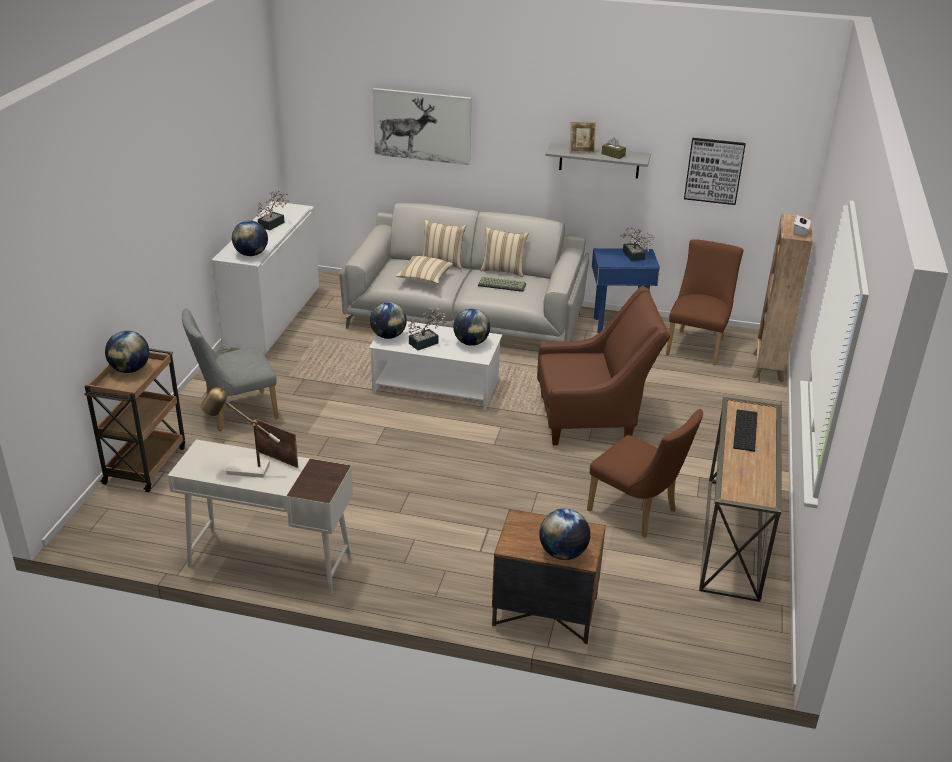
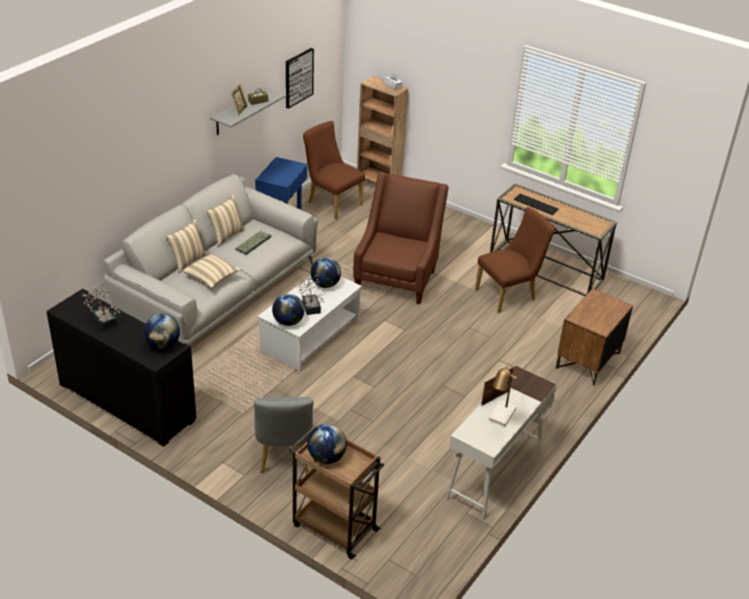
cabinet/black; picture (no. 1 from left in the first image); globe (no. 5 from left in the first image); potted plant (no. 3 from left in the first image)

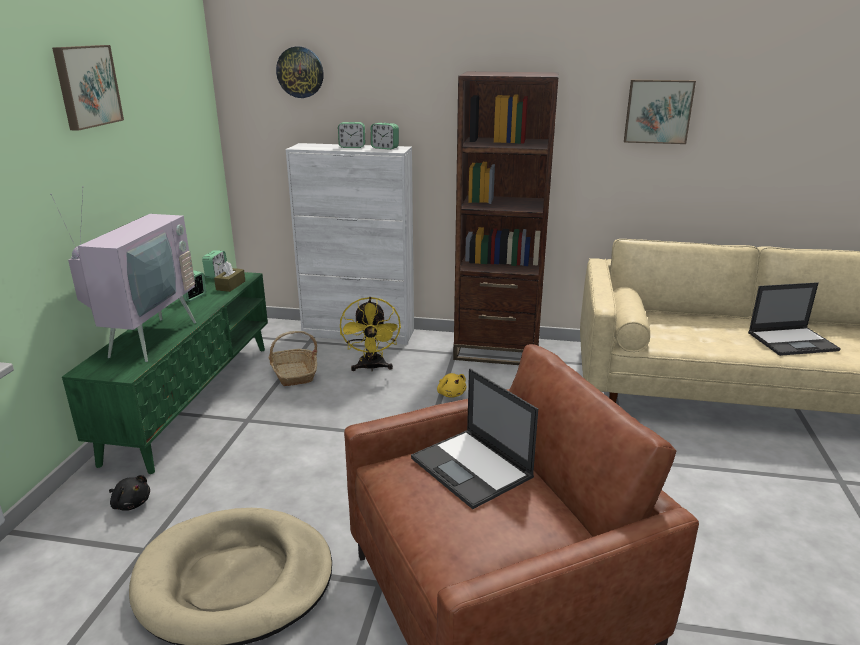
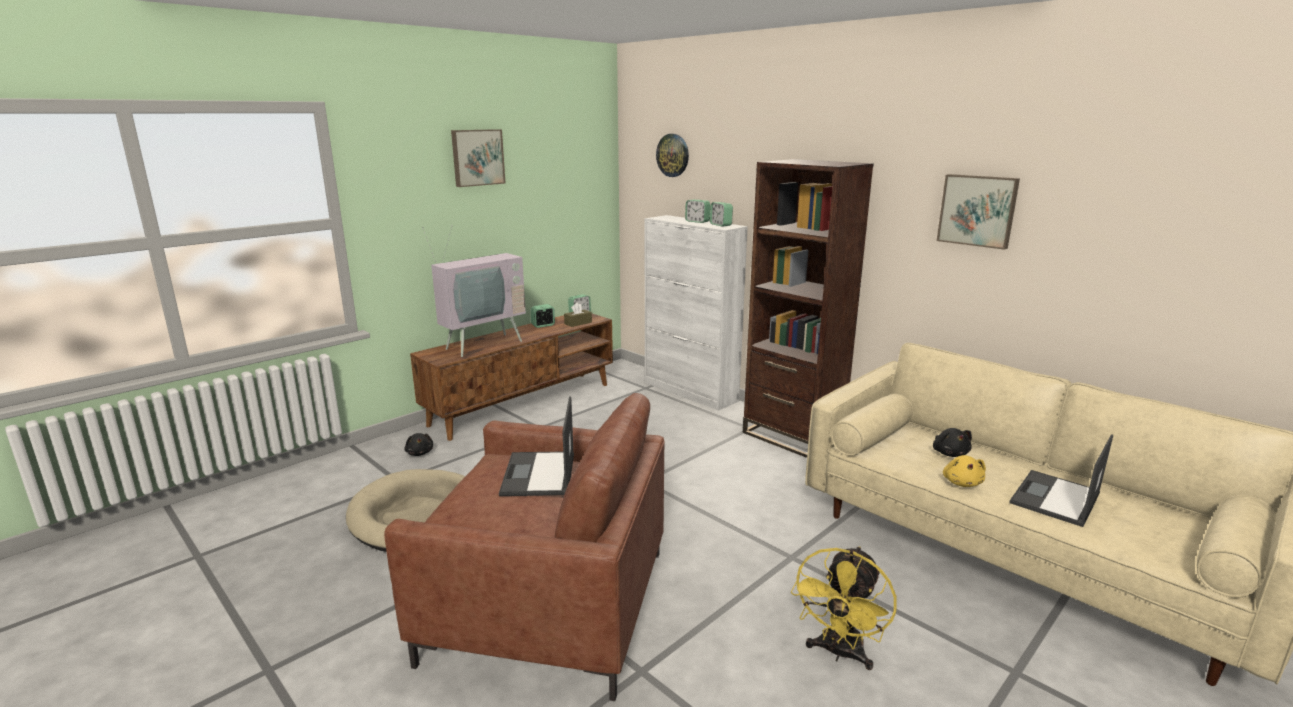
tv stand/brown; fan/yellow; plush toy/black (no. 2 from left); plush toy/yellow; laptop (no. 2 from left); basket

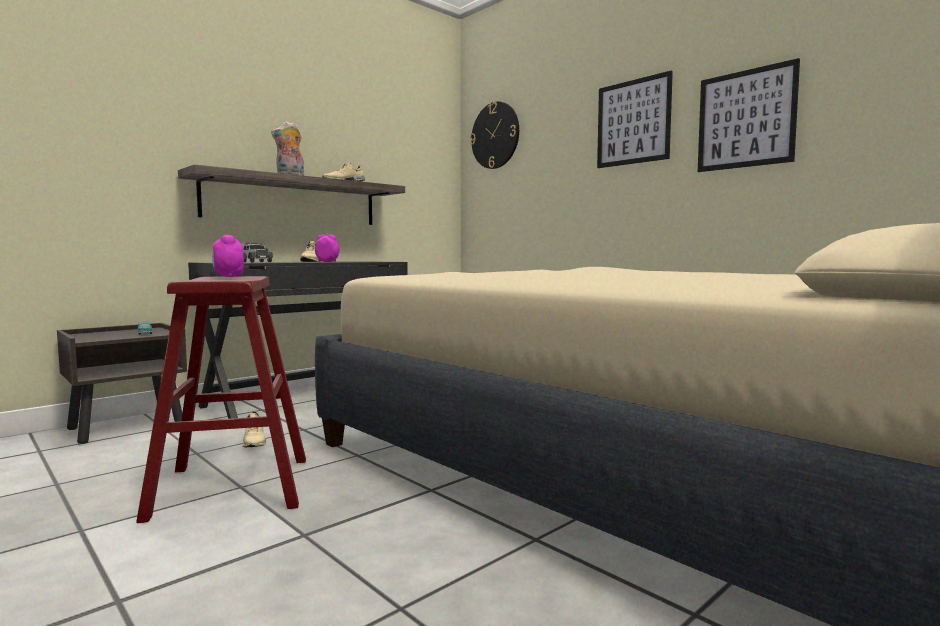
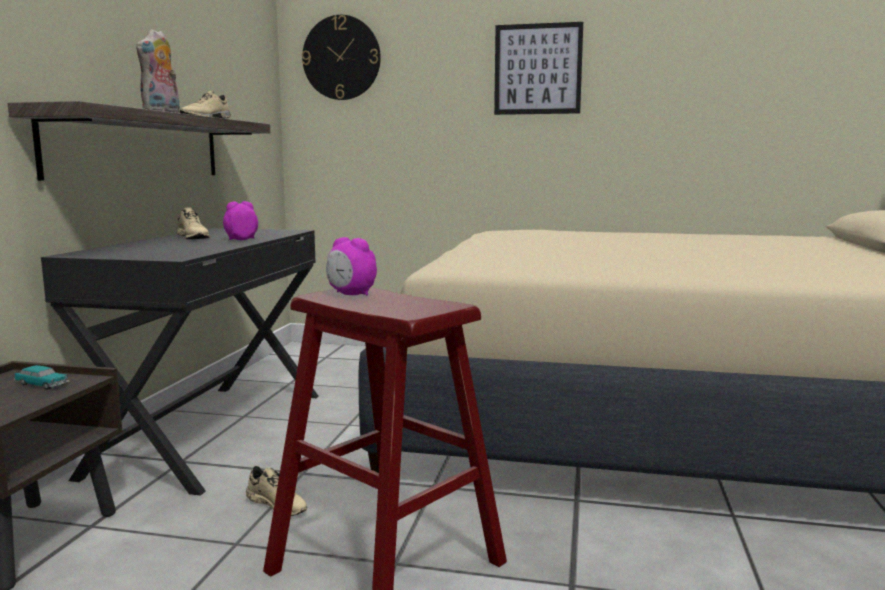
toy car (no. 2 from left in the first image); picture (no. 2 from left in the first image)

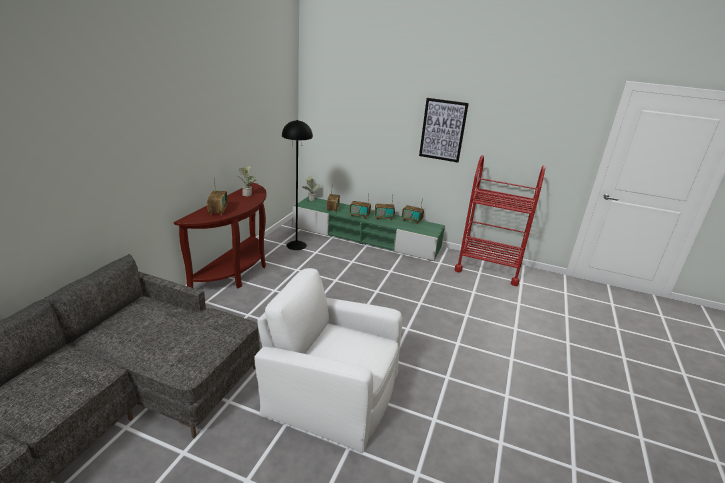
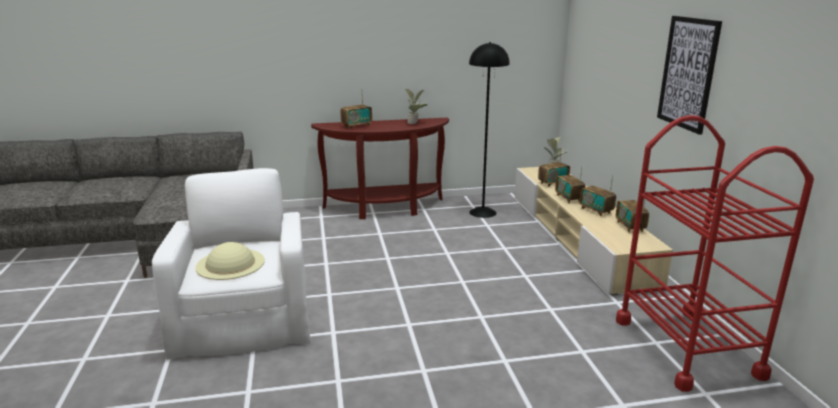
hat/beige; tv stand/beige

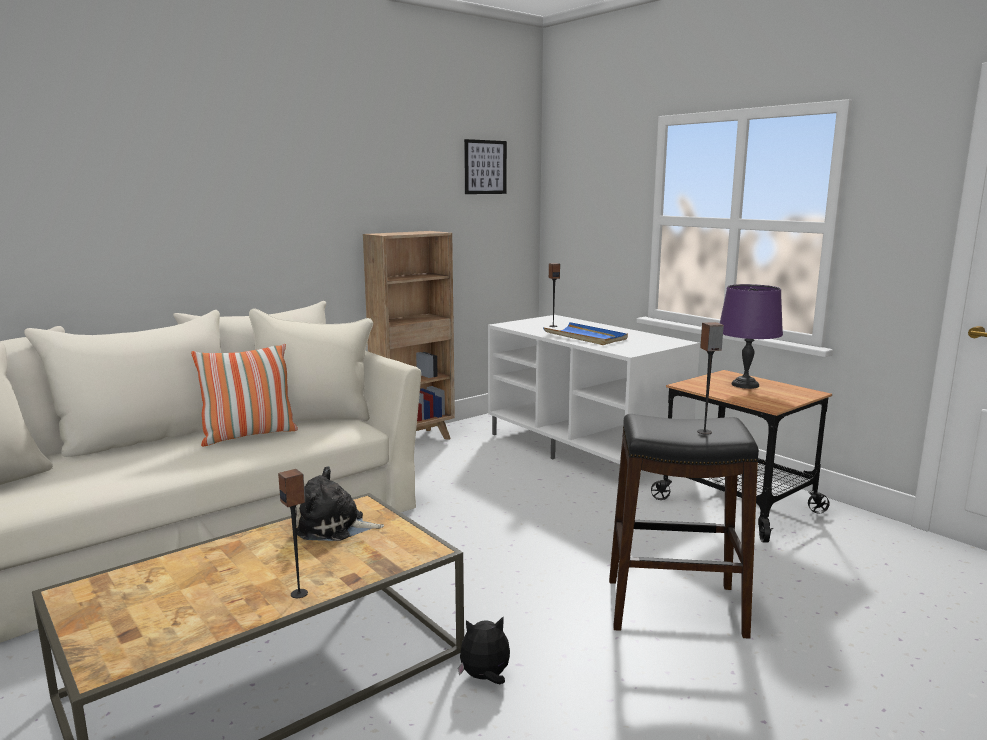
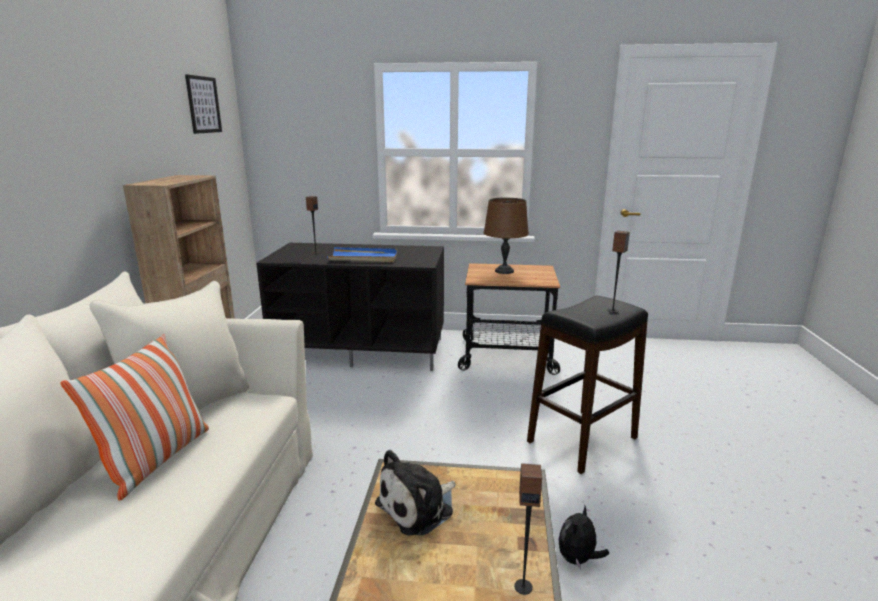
tv stand/black; table lamp/brown

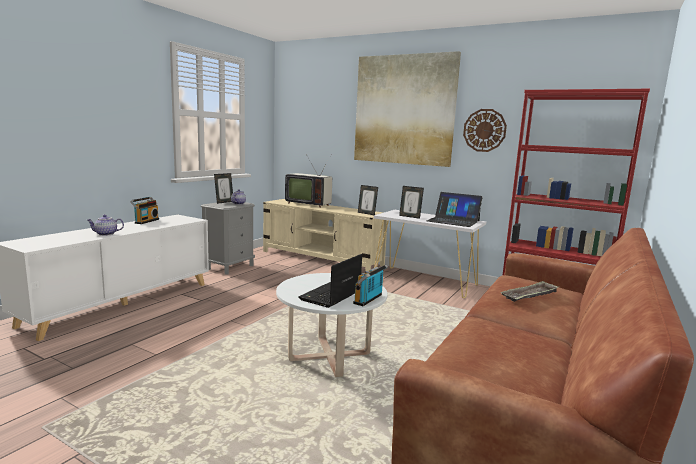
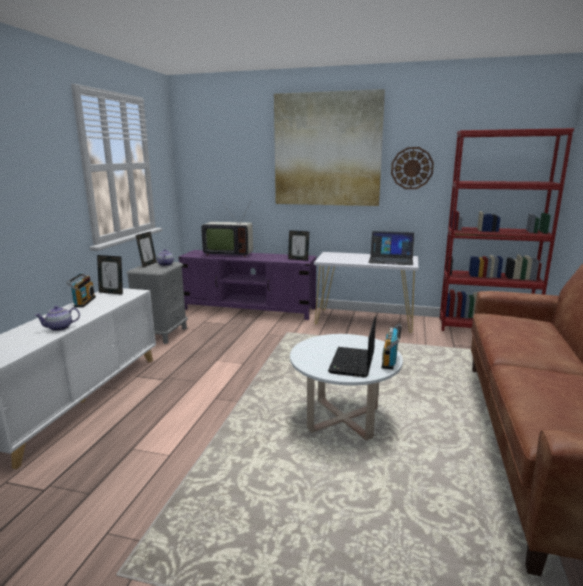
picture frame (no. 1 from left); tv stand/purple; tray

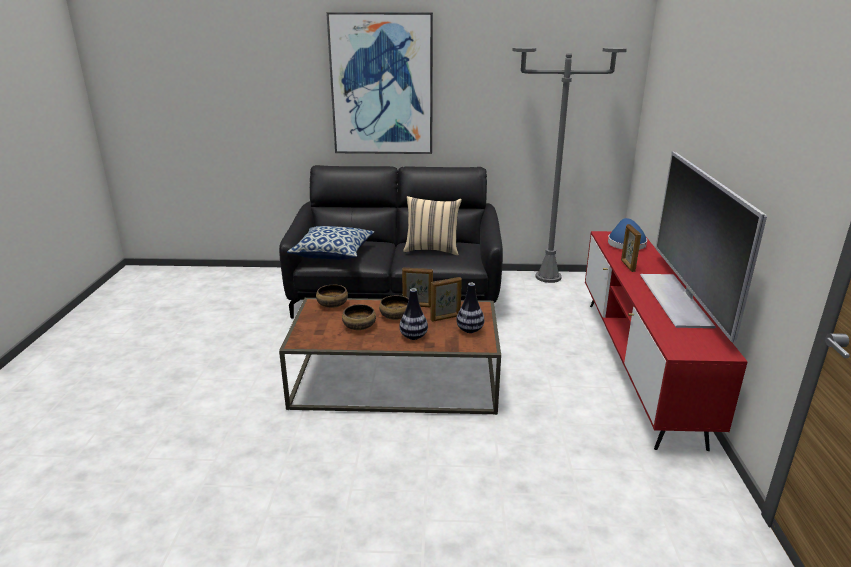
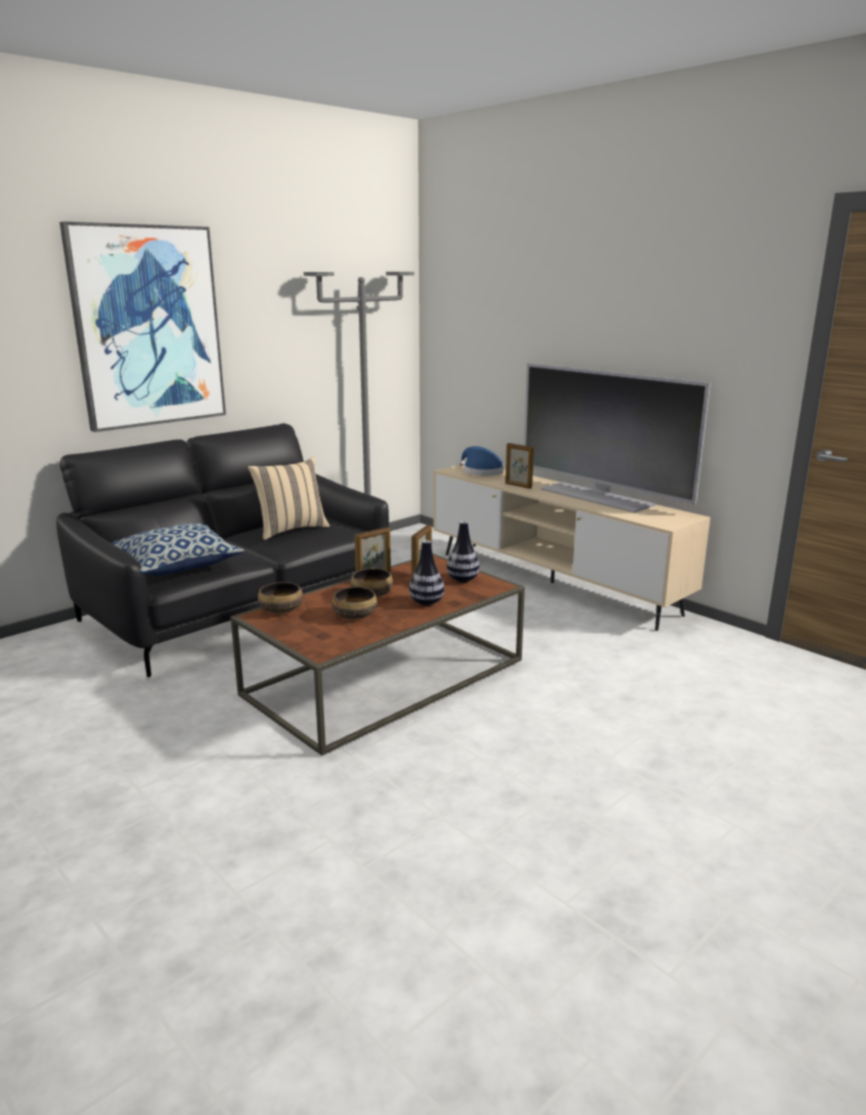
tv stand/beige

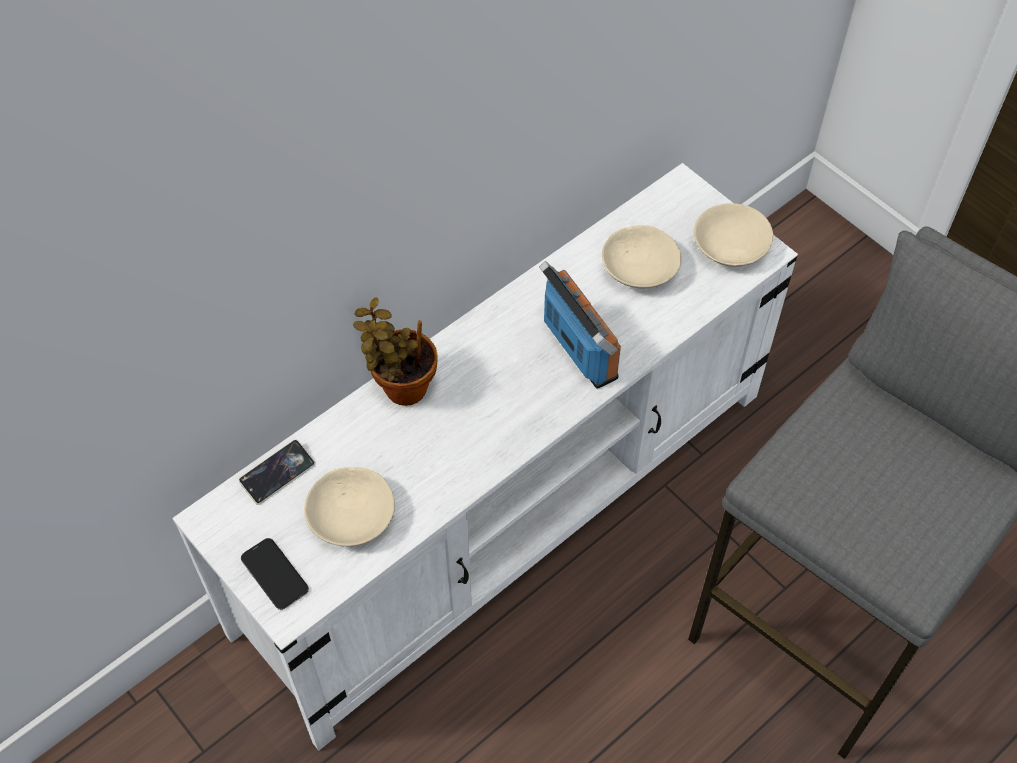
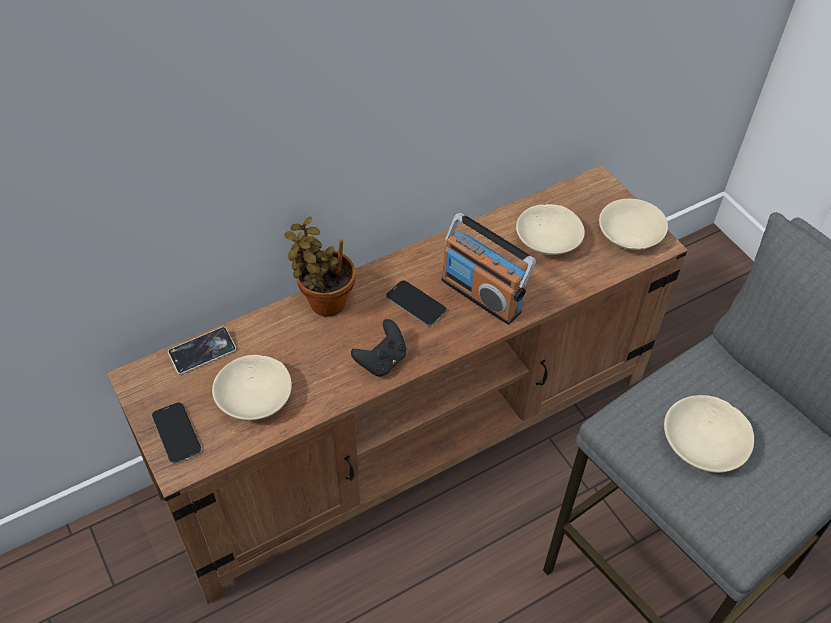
tv stand/brown; game controller/black; phone (no. 3 from left); radio; bowl/beige (no. 4 from left)

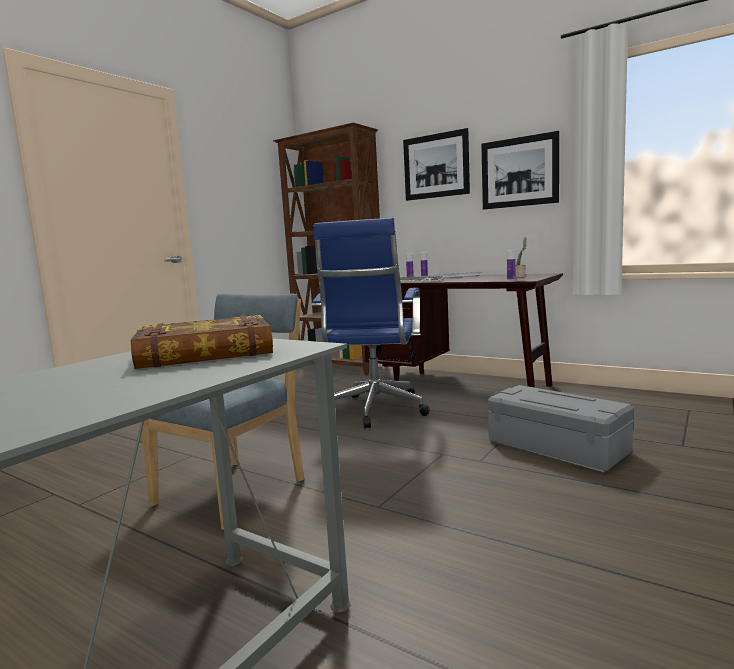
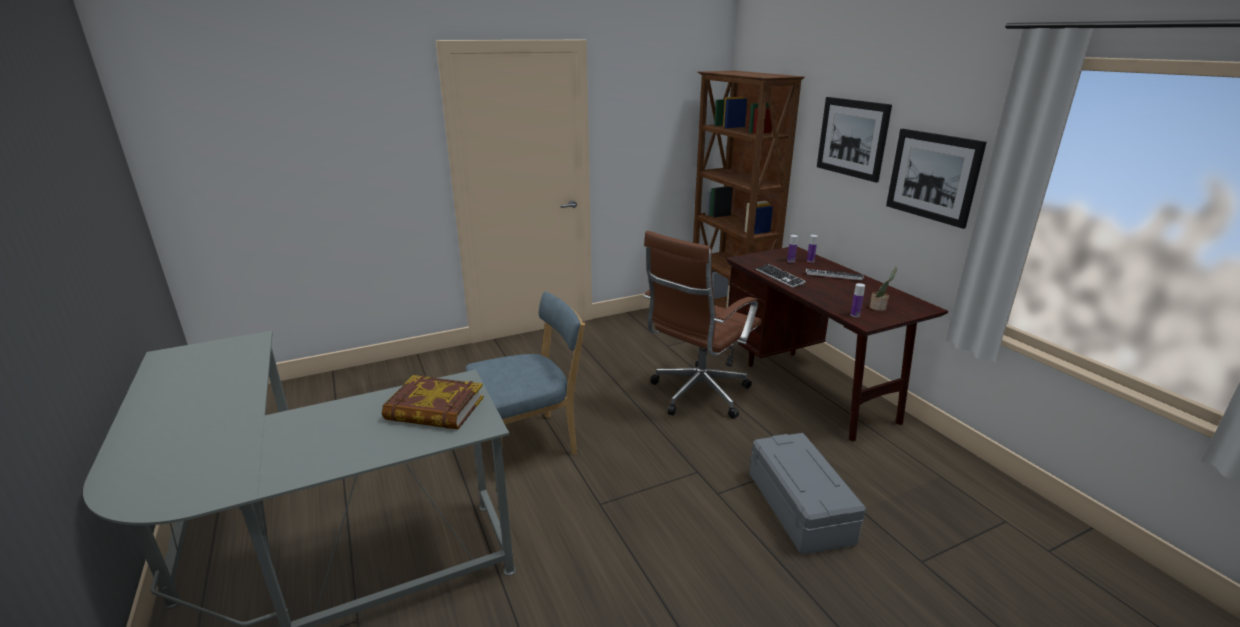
office chair/brown

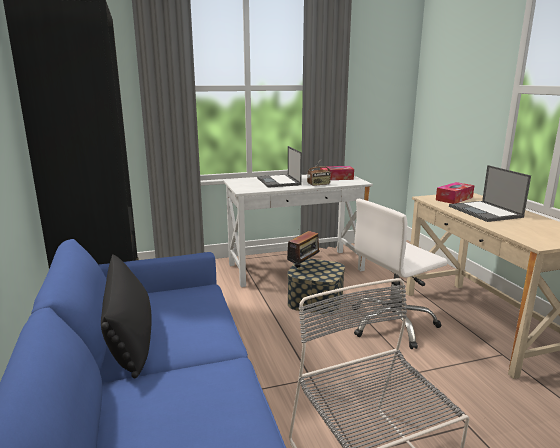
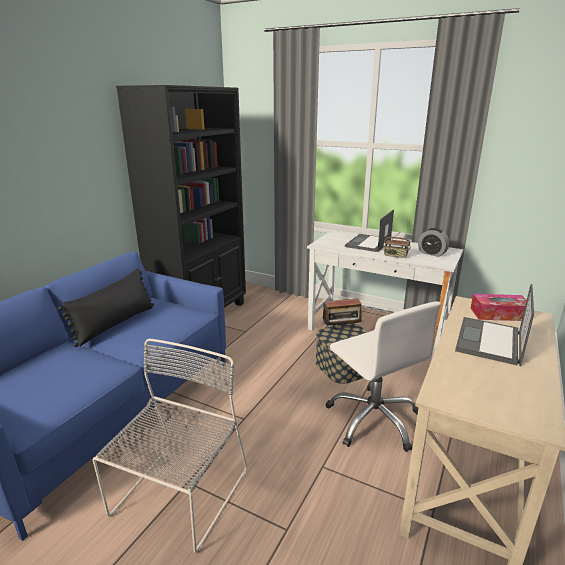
office chair/white; alarm clock

